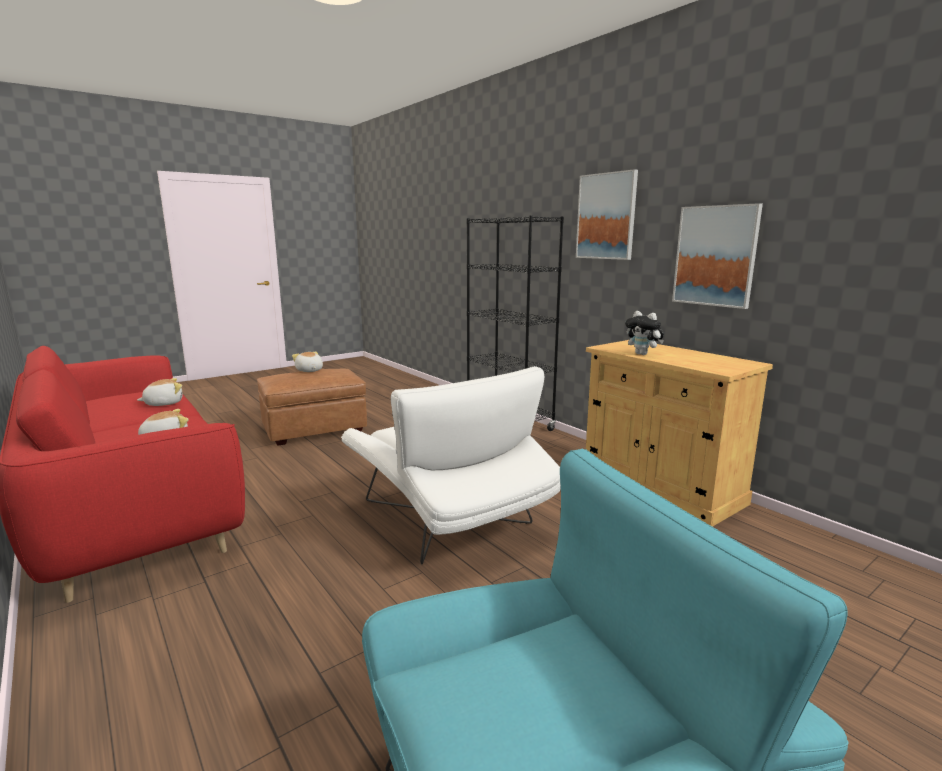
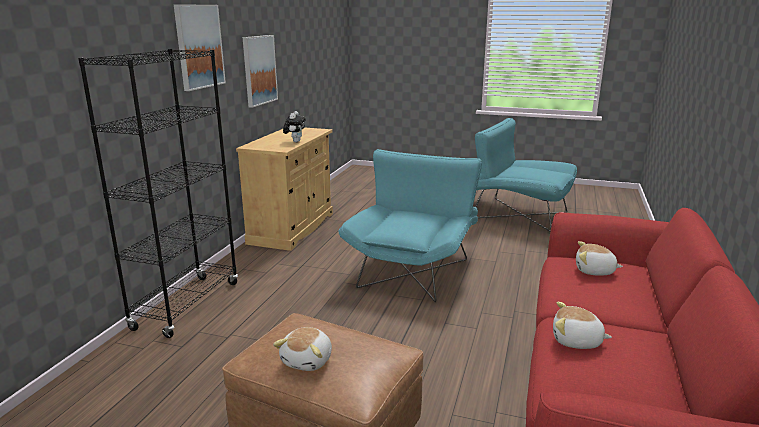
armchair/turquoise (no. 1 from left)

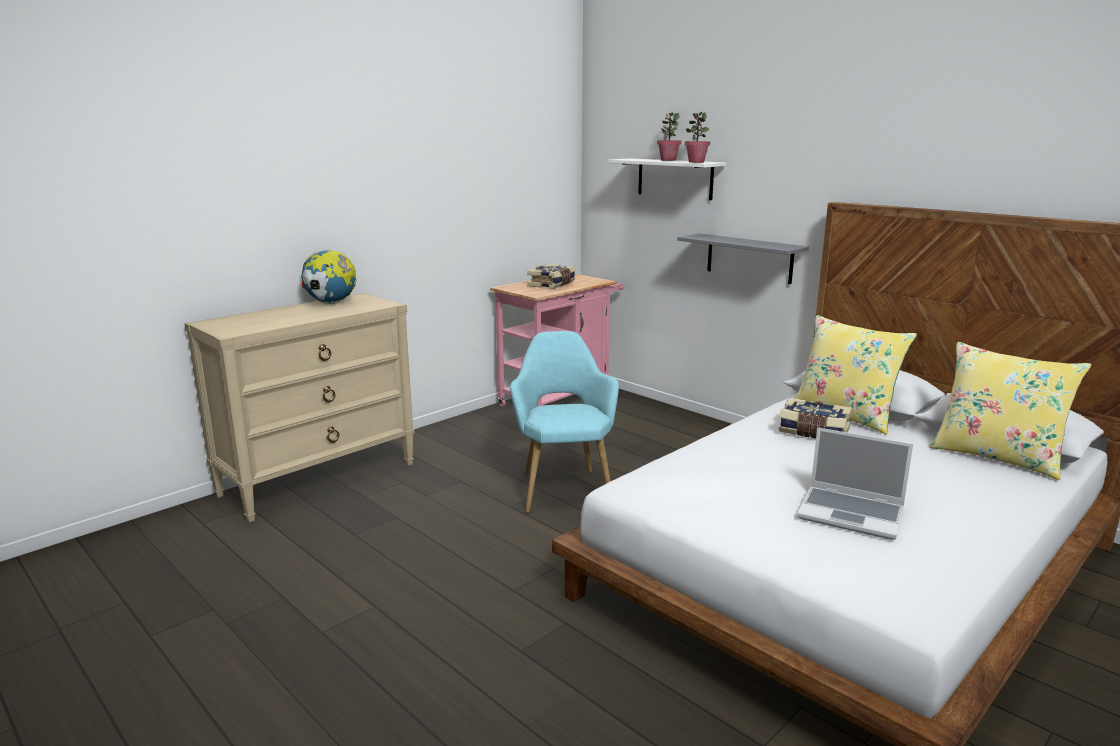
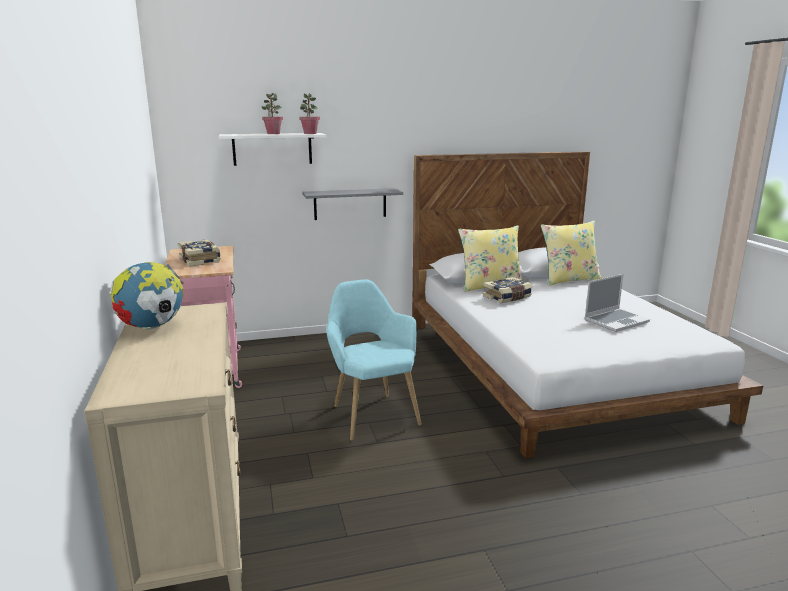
armchair/turquoise

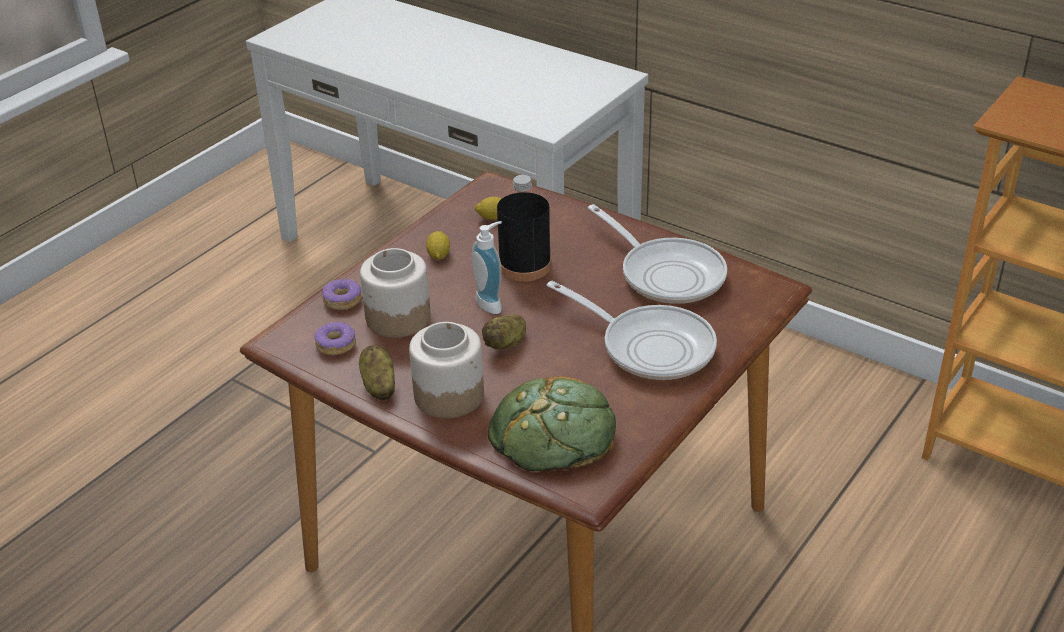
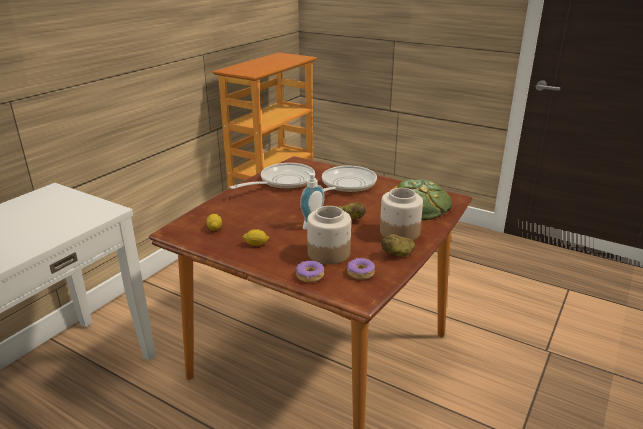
bottle/black

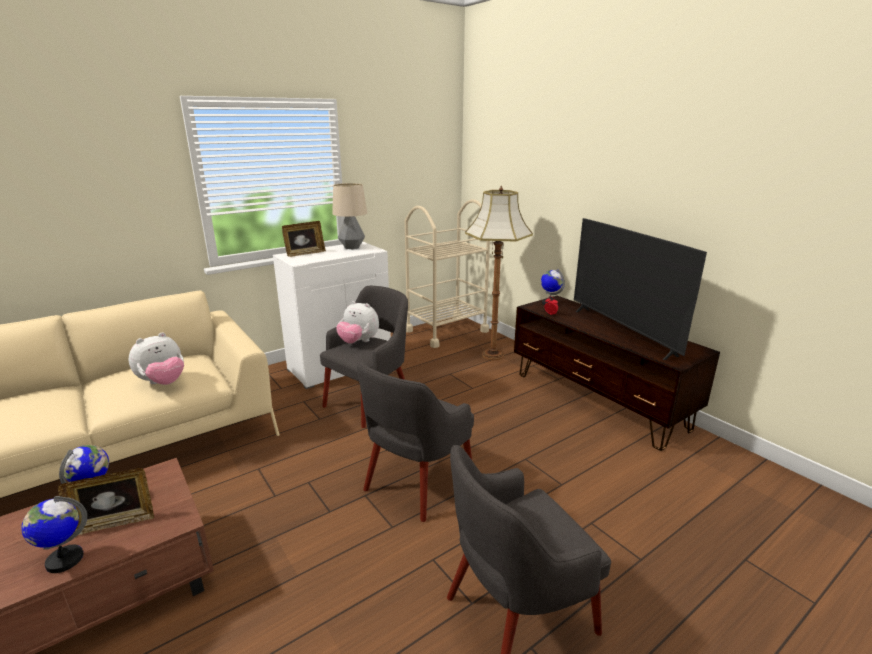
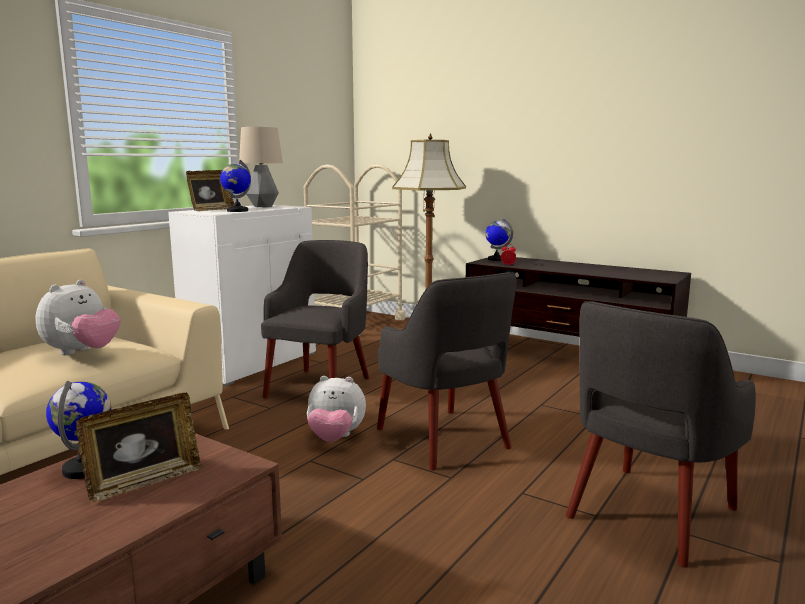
globe (no. 2 from left); plush toy (no. 2 from left); armchair/grey (no. 2 from left); television

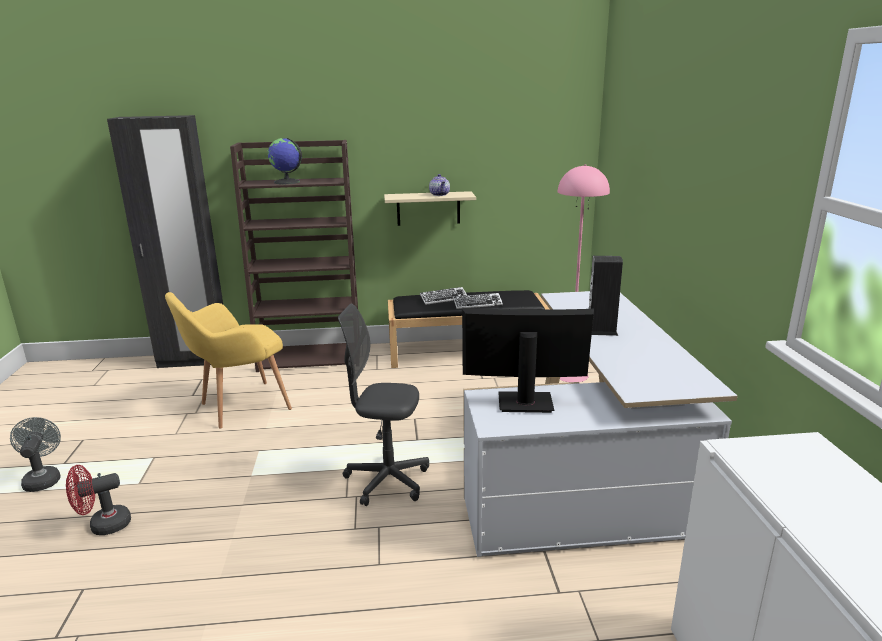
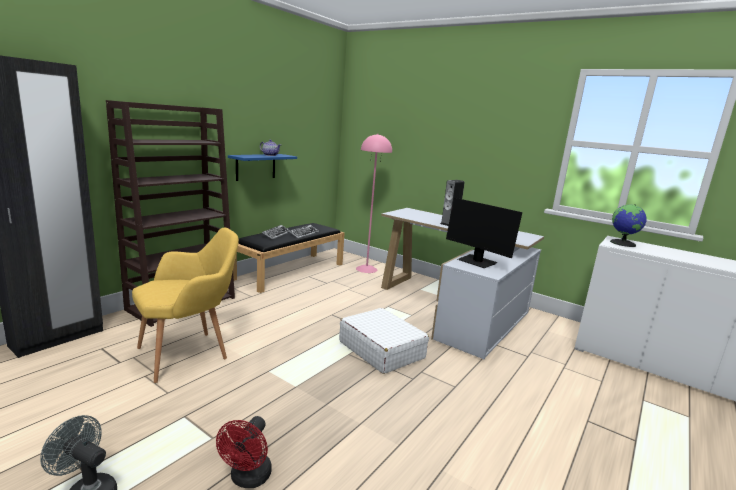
armchair/yellow; shelf/blue; suitcase/white; monitor; globe

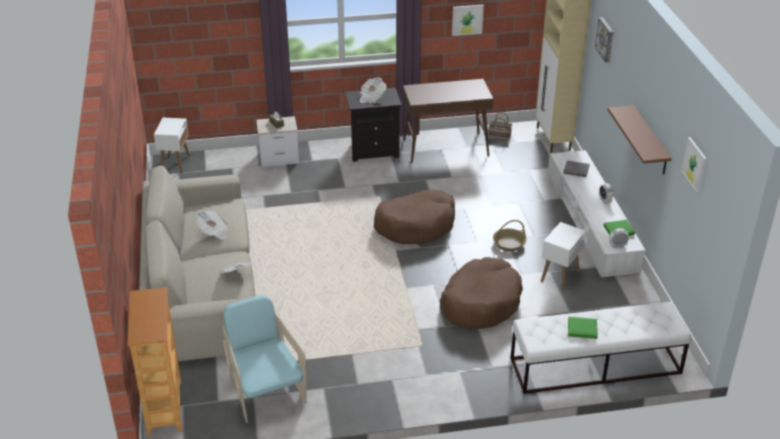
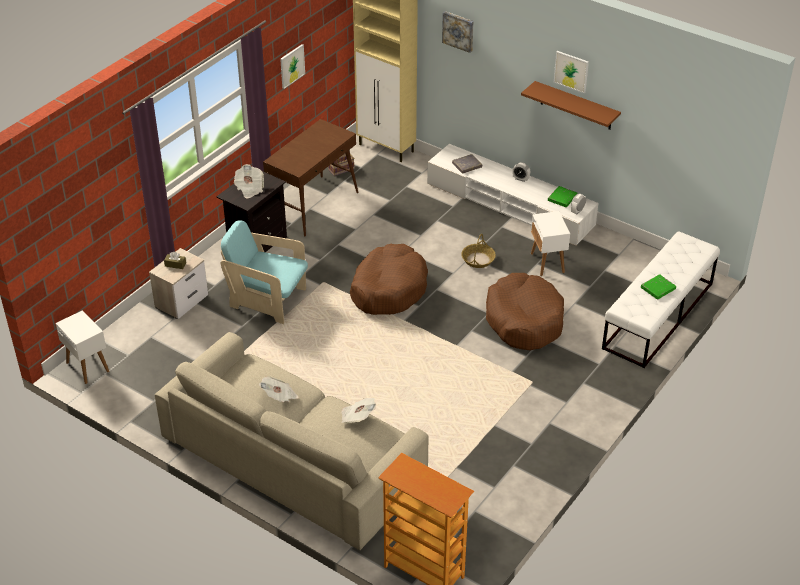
armchair/turquoise; picture (no. 3 from left)

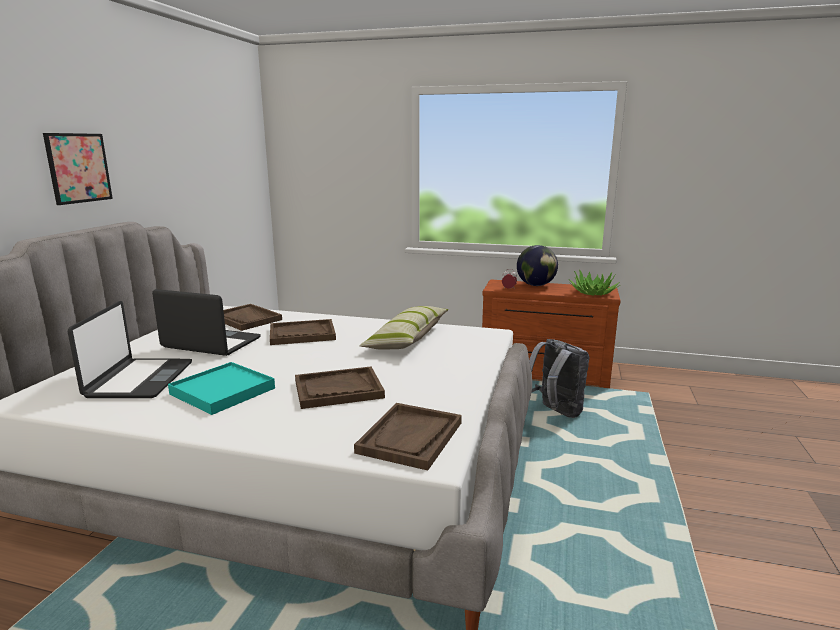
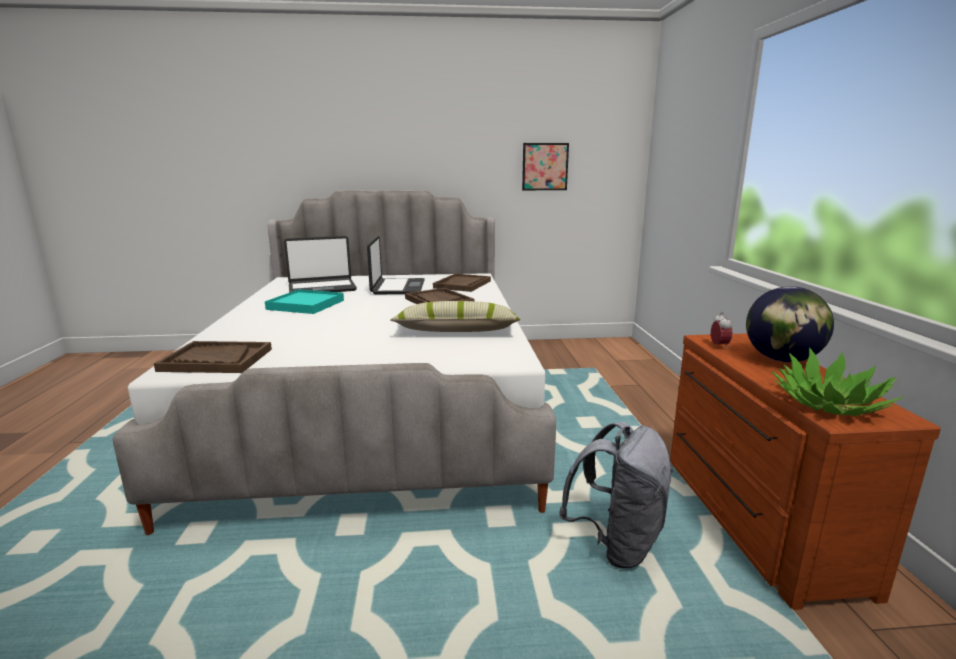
picture; tray/brown (no. 3 from left in the first image)

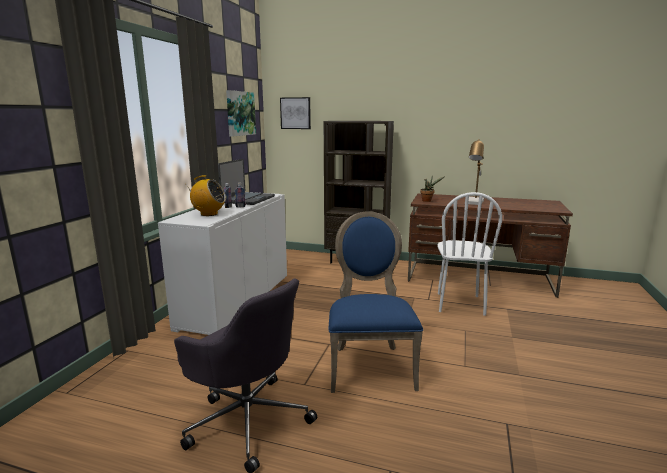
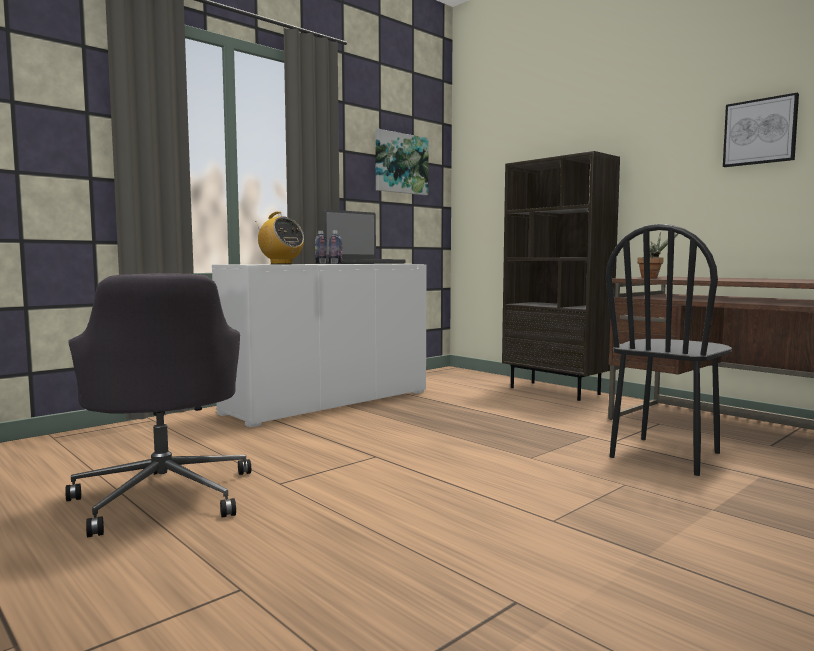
chair/black; picture (no. 2 from left); chair/blue; table lamp

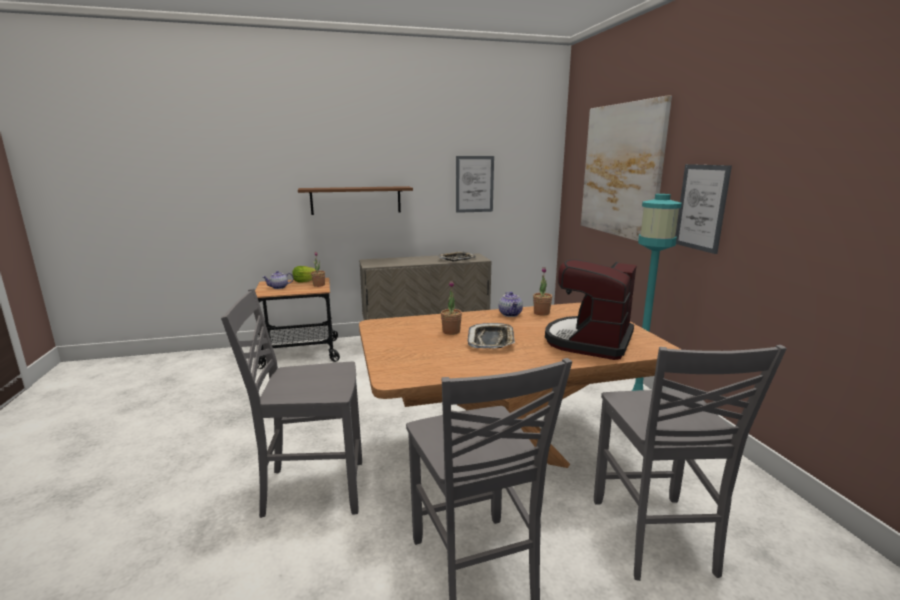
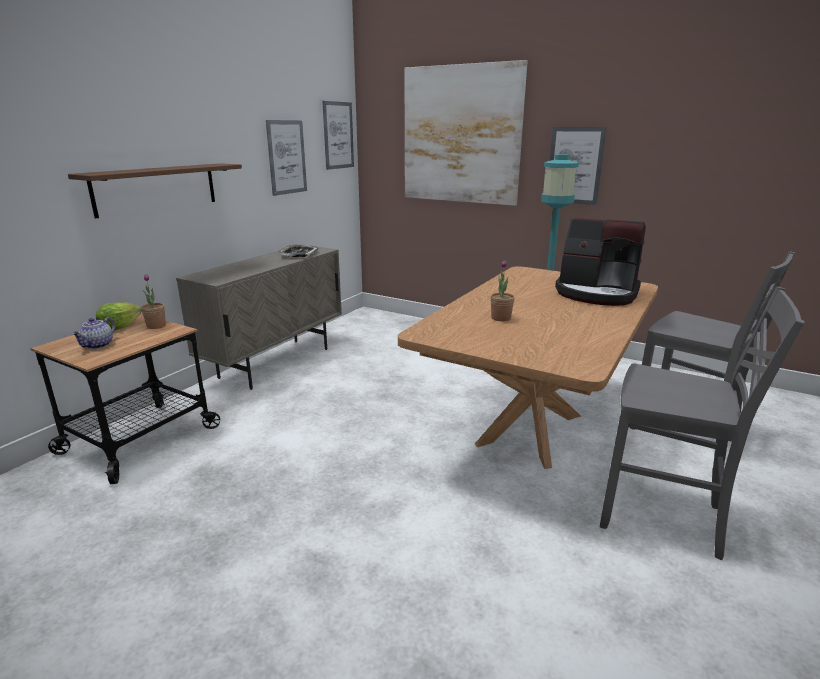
picture (no. 2 from left); coffee machine; chair/grey (no. 1 from left in the first image); tray (no. 2 from left in the first image); teapot (no. 2 from left in the first image); potted plant (no. 3 from left in the first image)

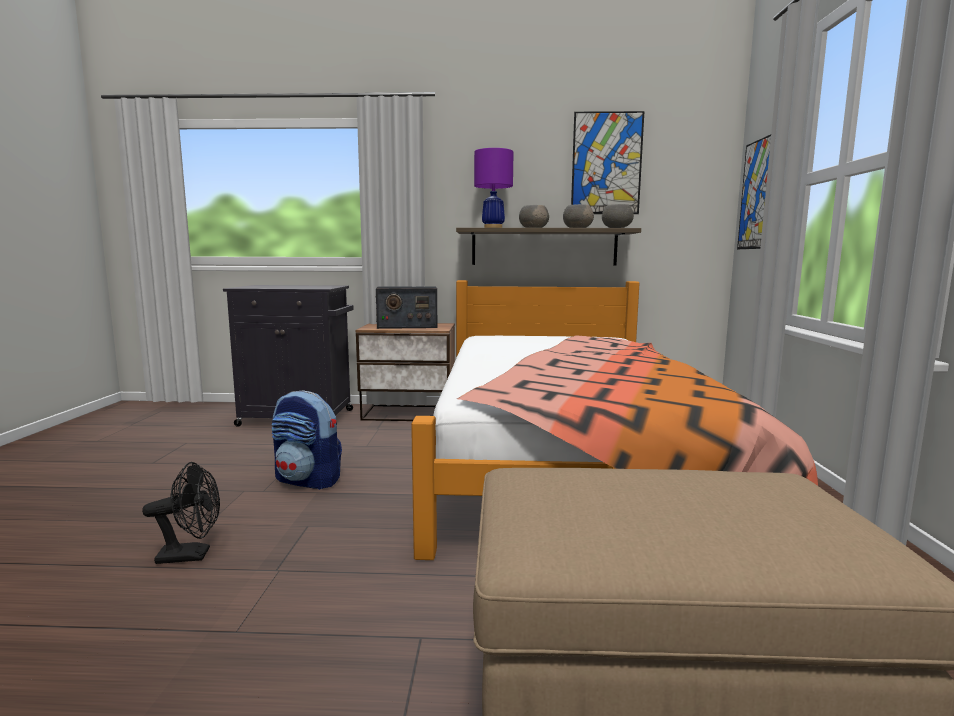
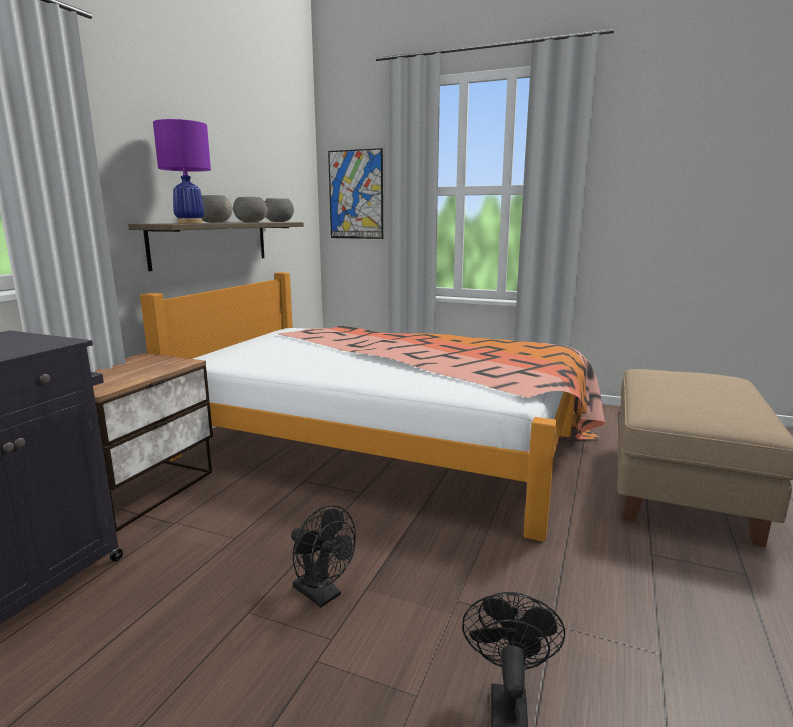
fan/black (no. 1 from left); radio; picture (no. 1 from left in the first image)

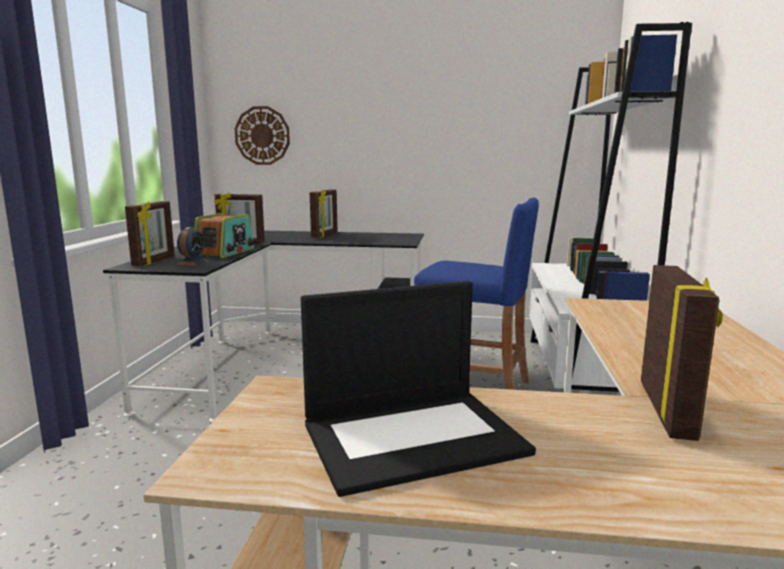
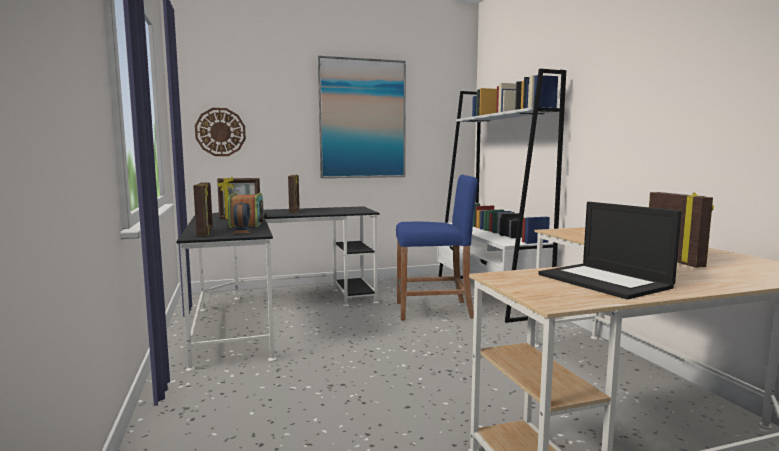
picture; laptop

